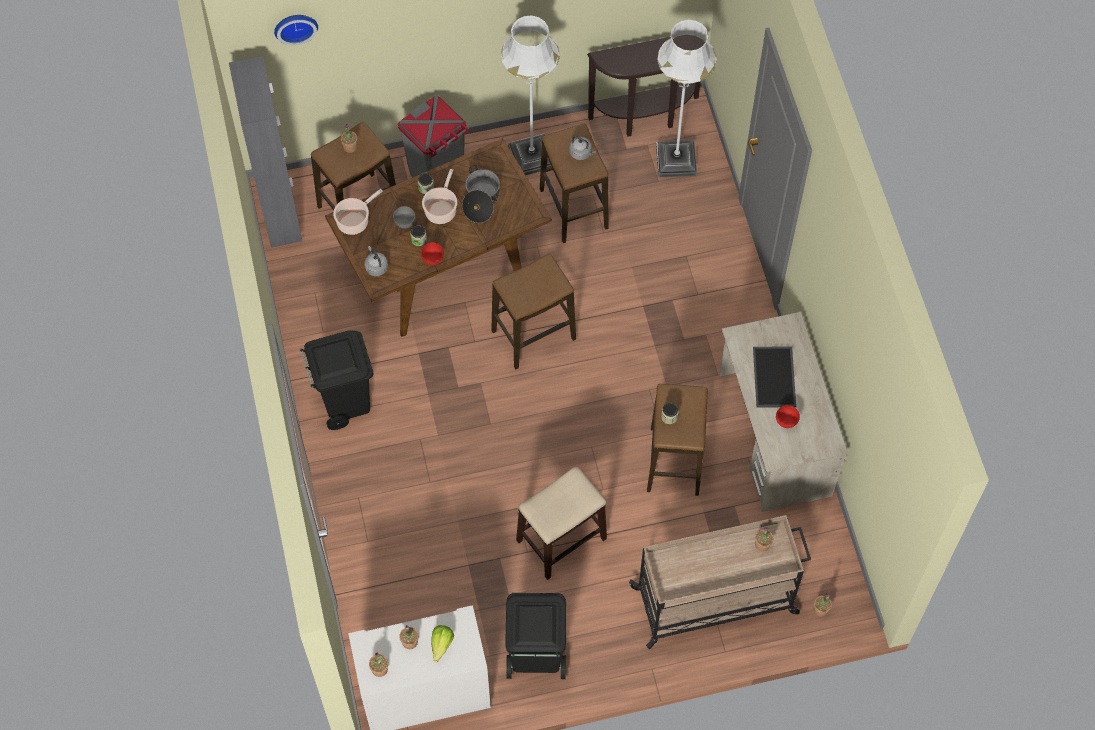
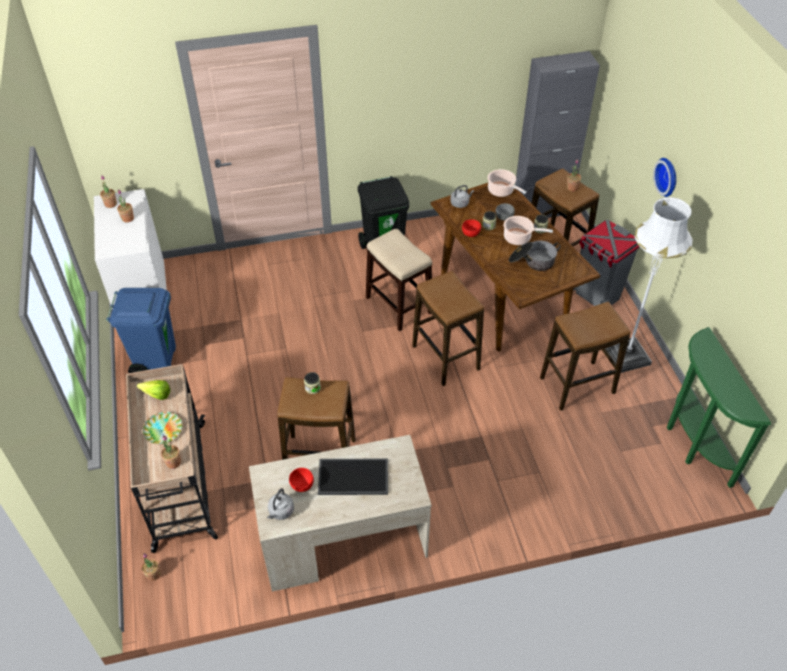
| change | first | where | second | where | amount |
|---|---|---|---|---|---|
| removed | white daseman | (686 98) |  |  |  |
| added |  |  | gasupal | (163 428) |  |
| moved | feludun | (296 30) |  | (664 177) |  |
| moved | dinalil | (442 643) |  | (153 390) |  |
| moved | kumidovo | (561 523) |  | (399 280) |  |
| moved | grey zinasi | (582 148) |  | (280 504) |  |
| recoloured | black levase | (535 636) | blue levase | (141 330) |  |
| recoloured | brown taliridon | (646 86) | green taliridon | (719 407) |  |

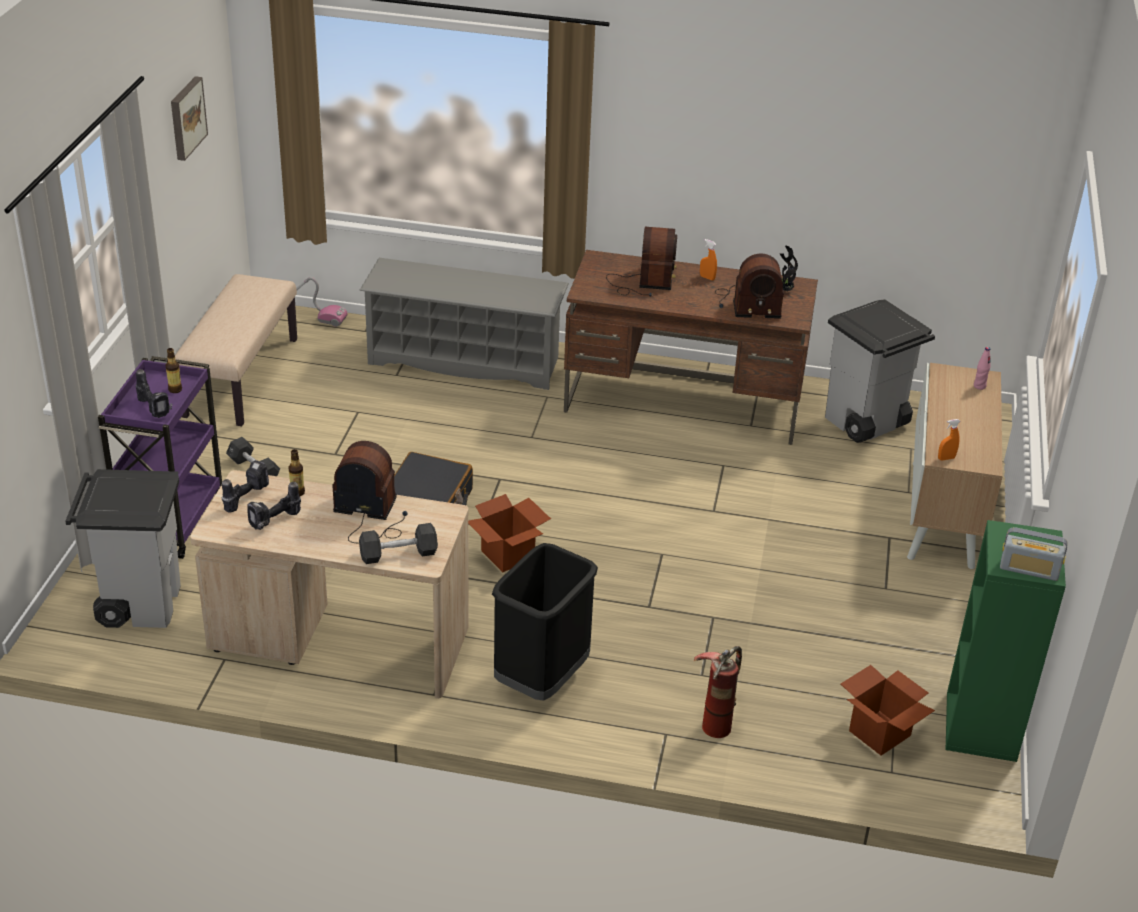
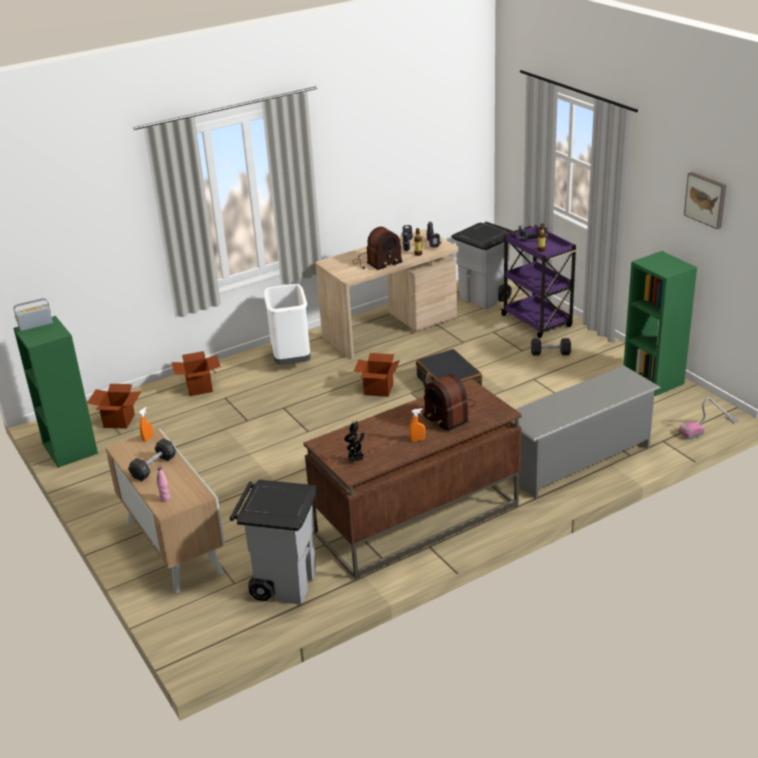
| change | first | where | second | where | amount |
|---|---|---|---|---|---|
| removed | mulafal | (749 286) |  |  |  |
| moved | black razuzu | (398 543) |  | (152 459) |  |
| replaced | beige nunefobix | (236 350) | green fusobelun | (660 323) |  |
| replaced | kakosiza | (717 692) | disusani | (196 373) |  |
| recoloured | black levase | (545 622) | white levase | (287 324) |  |

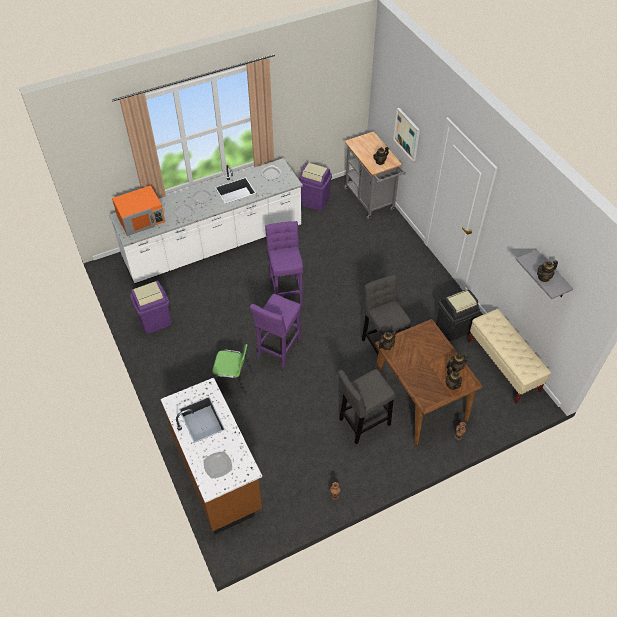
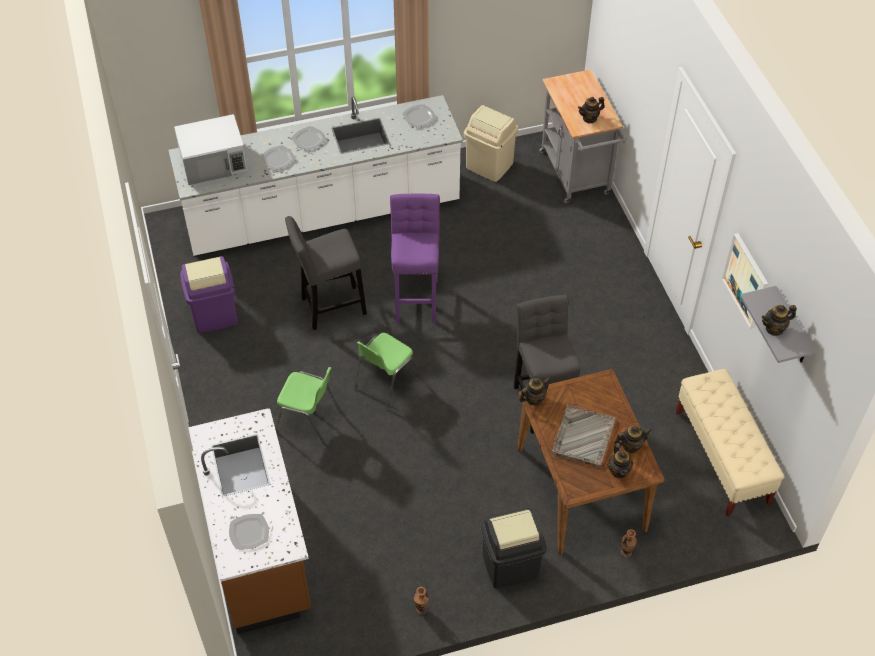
| change | first | where | second | where | amount |
|---|---|---|---|---|---|
| added |  |  | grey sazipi | (584 436) |  |
| moved | grey kumidovo | (366 406) |  | (326 273) |  |
| moved | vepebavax | (406 134) |  | (745 280) |  |
| moved | black levase | (458 315) |  | (514 548) |  |
| replaced | purple kumidovo | (276 330) | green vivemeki | (387 371) |  |
| recoloured | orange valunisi | (138 210) | white valunisi | (211 149) |  |
| recoloured | purple levase | (315 186) | beige levase | (491 143) |  |

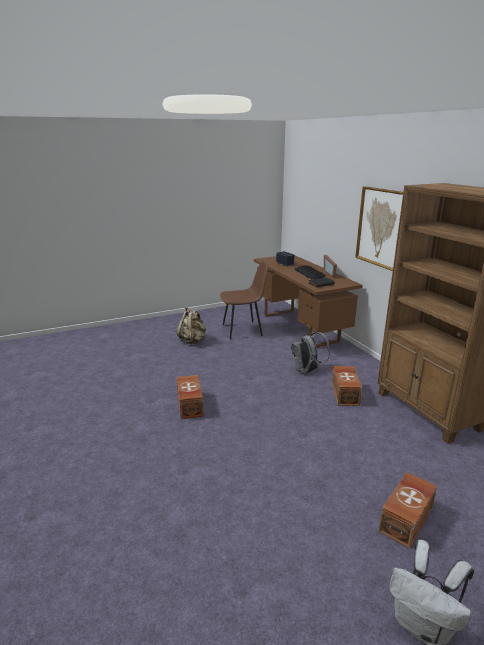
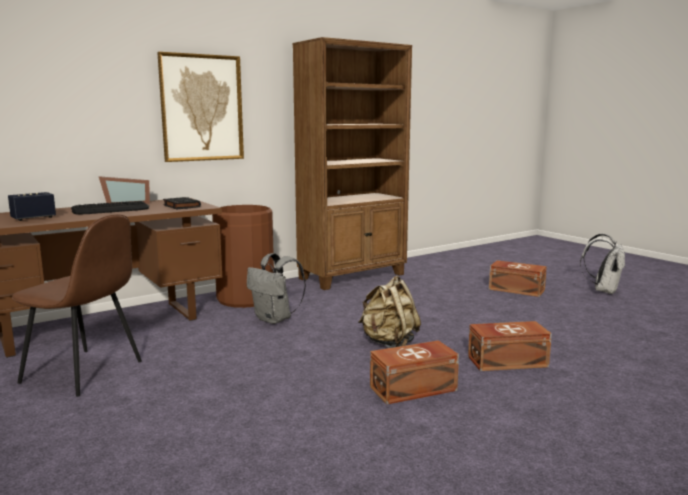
| change | first | where | second | where | amount |
|---|---|---|---|---|---|
| added |  |  | brown levase | (243 256) |  |
| moved | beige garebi | (191 325) |  | (389 312) |  |
| moved | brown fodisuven | (347 386) |  | (510 346) |  |
| turned | brown vivemeki | (244 299) |  | (77 305) | 135 degrees clockwise |

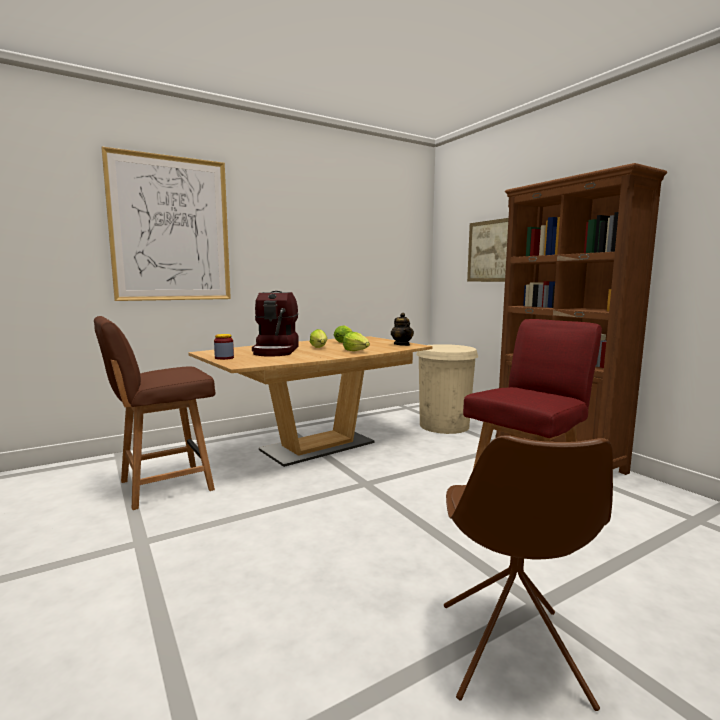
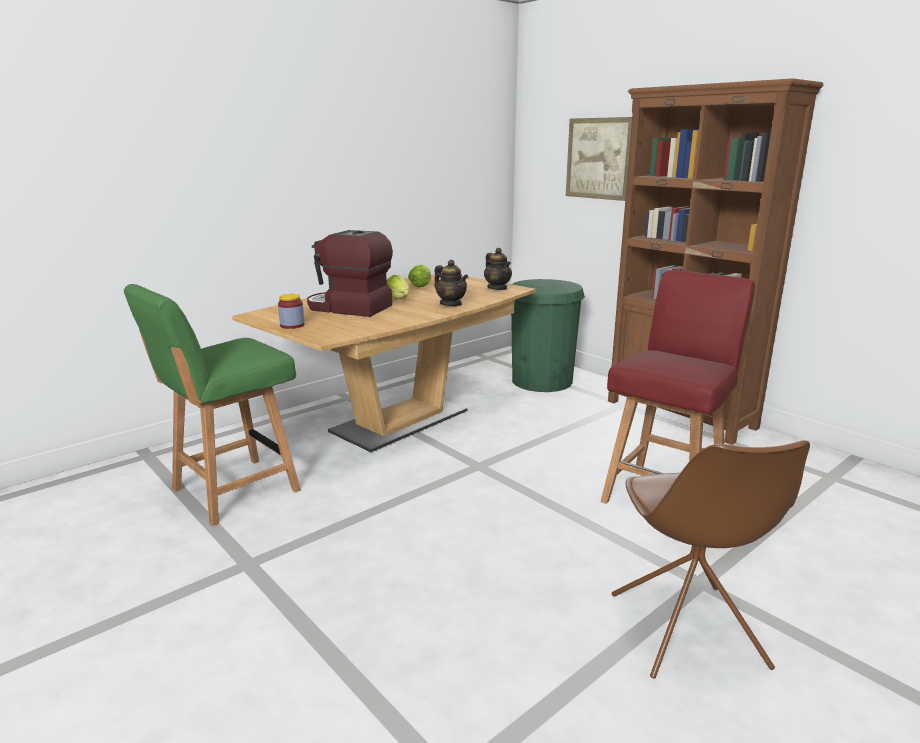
| change | first | where | second | where | amount |
|---|---|---|---|---|---|
| removed | vepebavax | (166 224) |  |  |  |
| replaced | dinalil | (356 341) | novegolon | (451 283) |  |
| recoloured | brown vivemeki | (154 413) | green vivemeki | (212 405) |  |
| recoloured | beige levase | (447 389) | green levase | (548 335) |  |
| turned | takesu | (275 324) |  | (350 273) | 120 degrees clockwise |

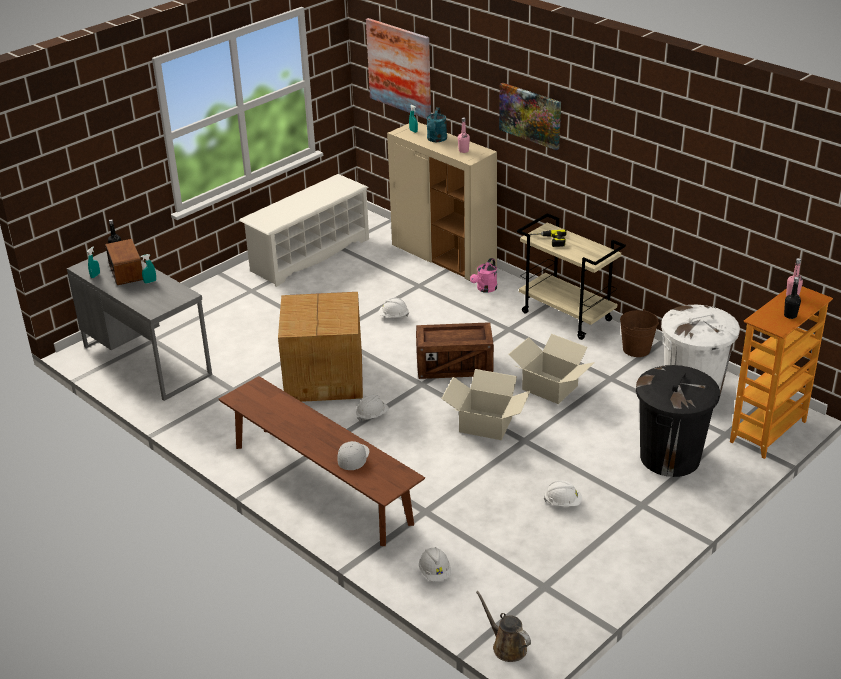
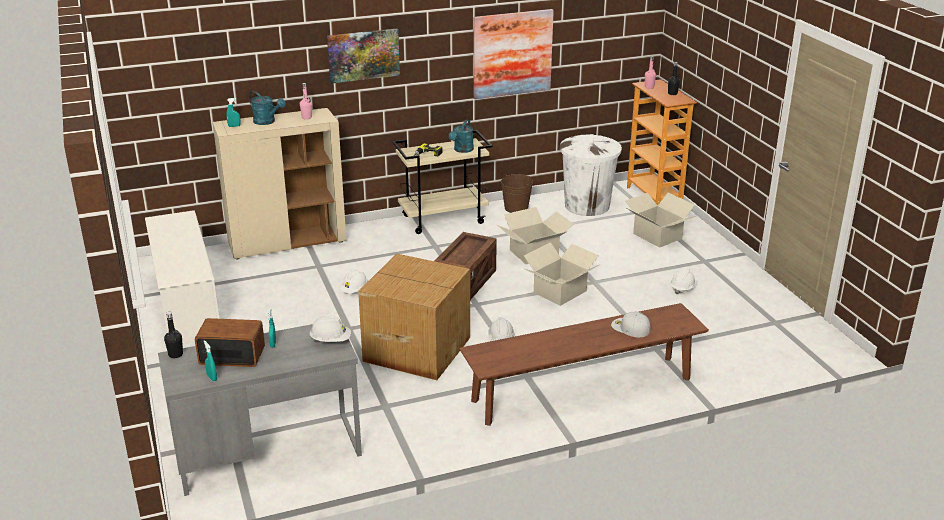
| change | first | where | second | where | amount |
|---|---|---|---|---|---|
| removed | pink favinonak | (483 275) |  |  |  |
| removed | brown favinonak | (503 626) |  |  |  |
| added |  |  | turquoise favinonak | (461 136) |  |
| moved | vepebavax | (398 68) |  | (514 54) |  |
| moved | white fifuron | (435 564) |  | (330 328) |  |
| replaced | black levase | (678 421) | disusani | (660 220) |  |

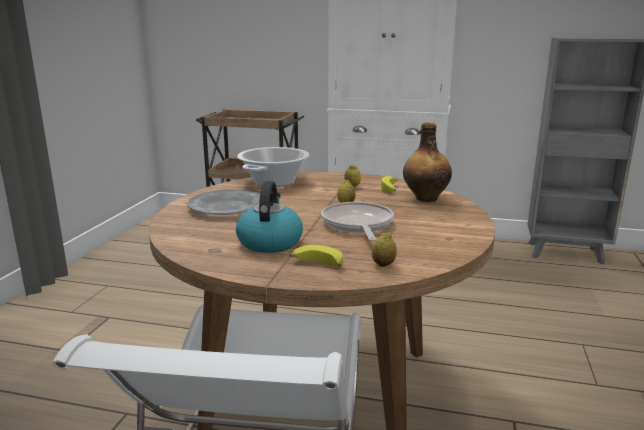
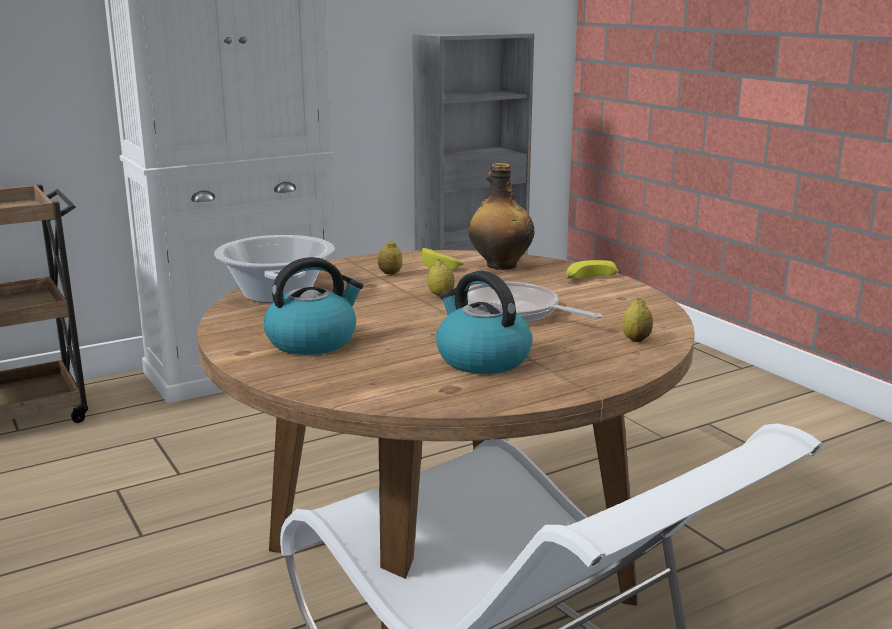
| change | first | where | second | where | amount |
|---|---|---|---|---|---|
| moved | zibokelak | (316 256) |  | (593 269) |  |
| replaced | grey gasupal | (223 202) | zinasi | (314 306) |  |

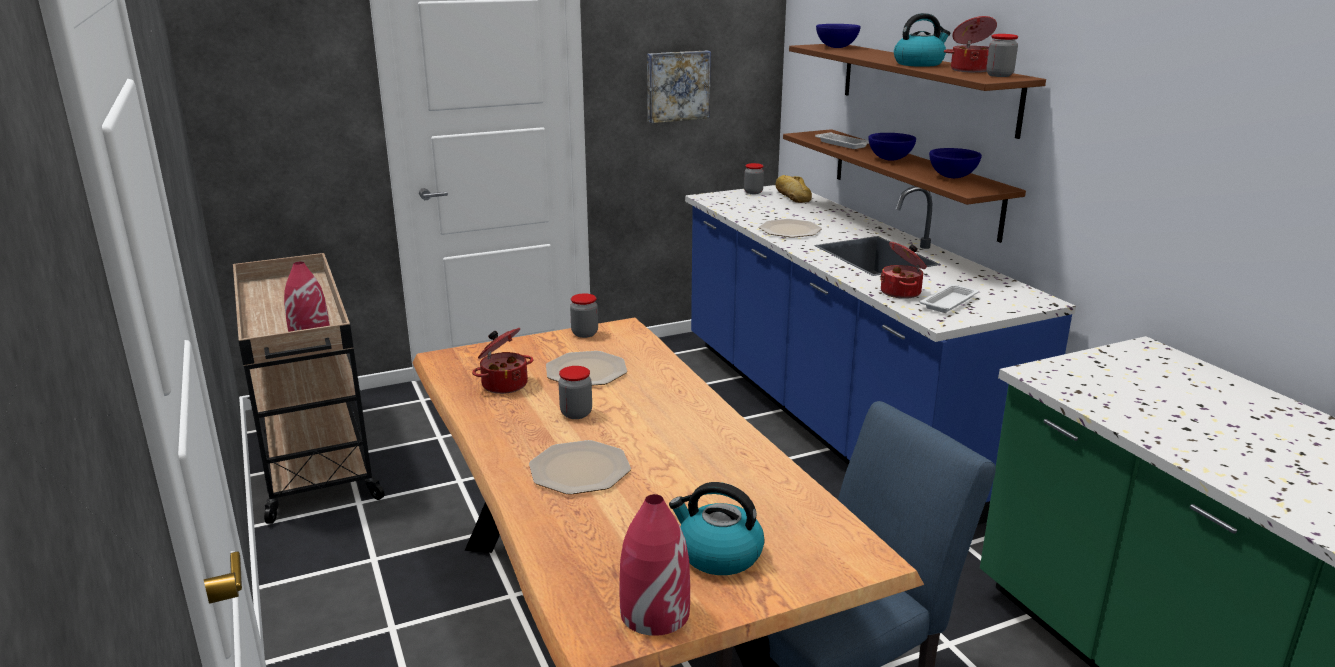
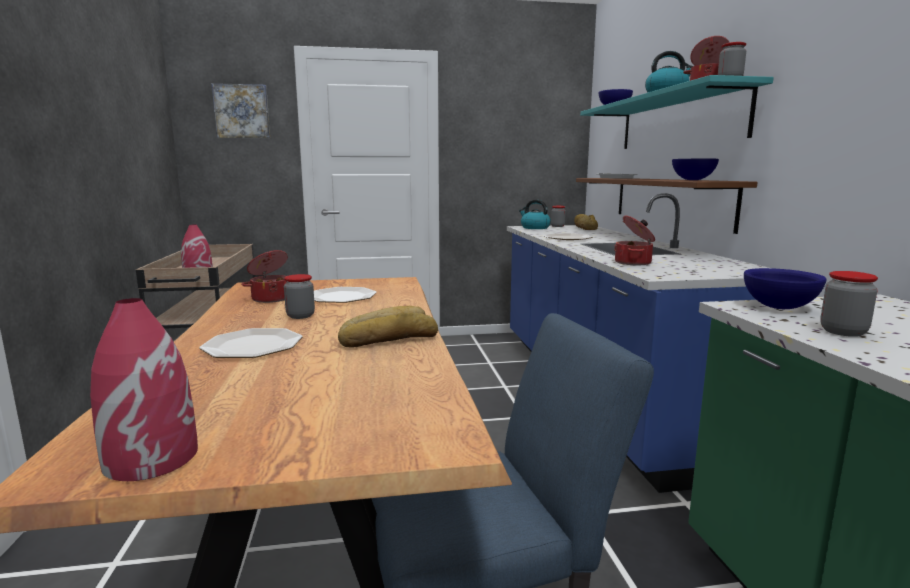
| change | first | where | second | where | amount |
|---|---|---|---|---|---|
| removed | white sazipi | (949 298) |  |  |  |
| added |  |  | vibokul | (388 327) |  |
| moved | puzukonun | (584 315) |  | (849 304) |  |
| moved | vepebavax | (679 86) |  | (241 110) |  |
| moved | zinasi | (717 528) |  | (535 214) |  |
| moved | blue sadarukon | (892 147) |  | (785 288) |  |
| recoloured | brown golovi | (917 91) | turquoise golovi | (677 112) |  |

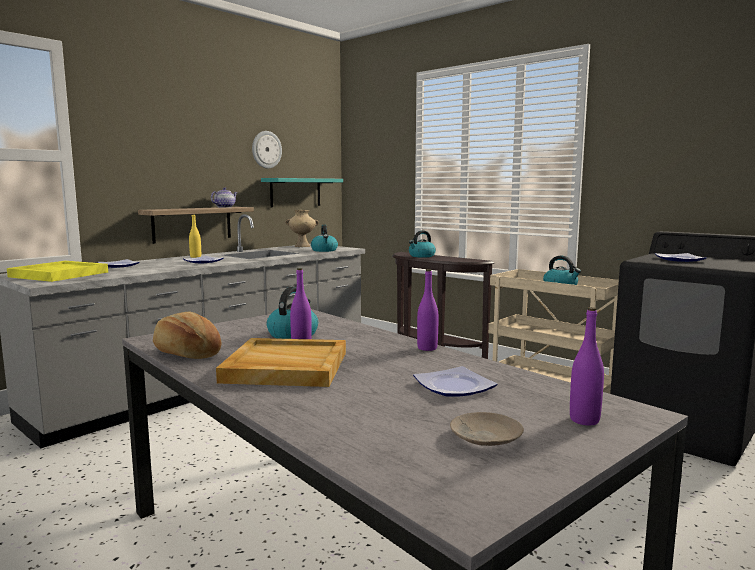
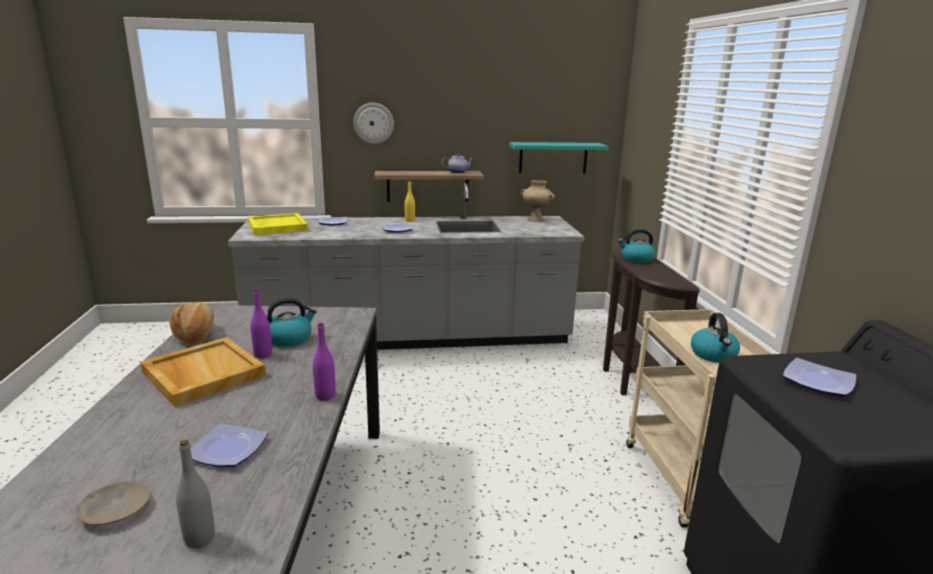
| change | first | where | second | where | amount |
|---|---|---|---|---|---|
| removed | zinasi | (324 238) |  |  |  |
| moved | feludun | (267 150) |  | (373 123) |  |
| recoloured | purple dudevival | (587 366) | grey dudevival | (195 494) |  |

